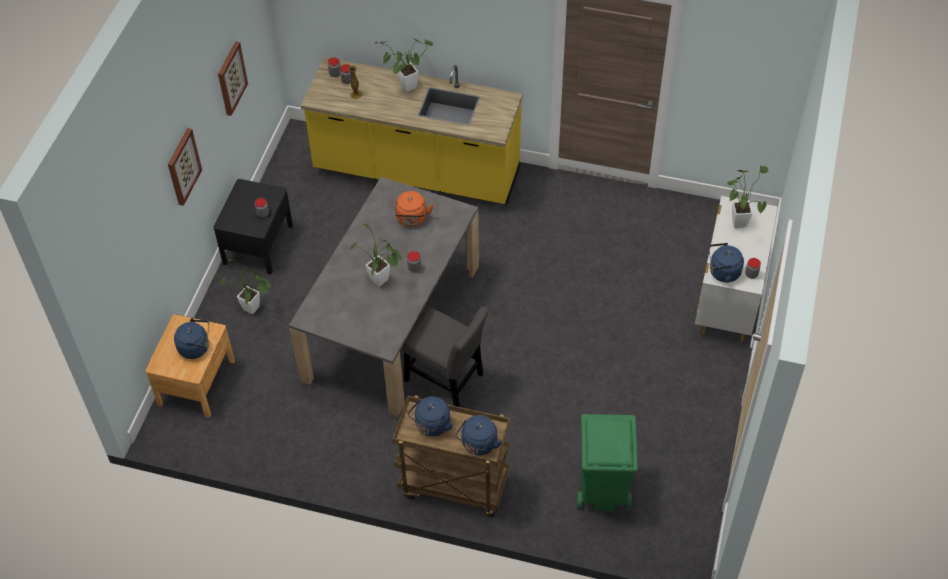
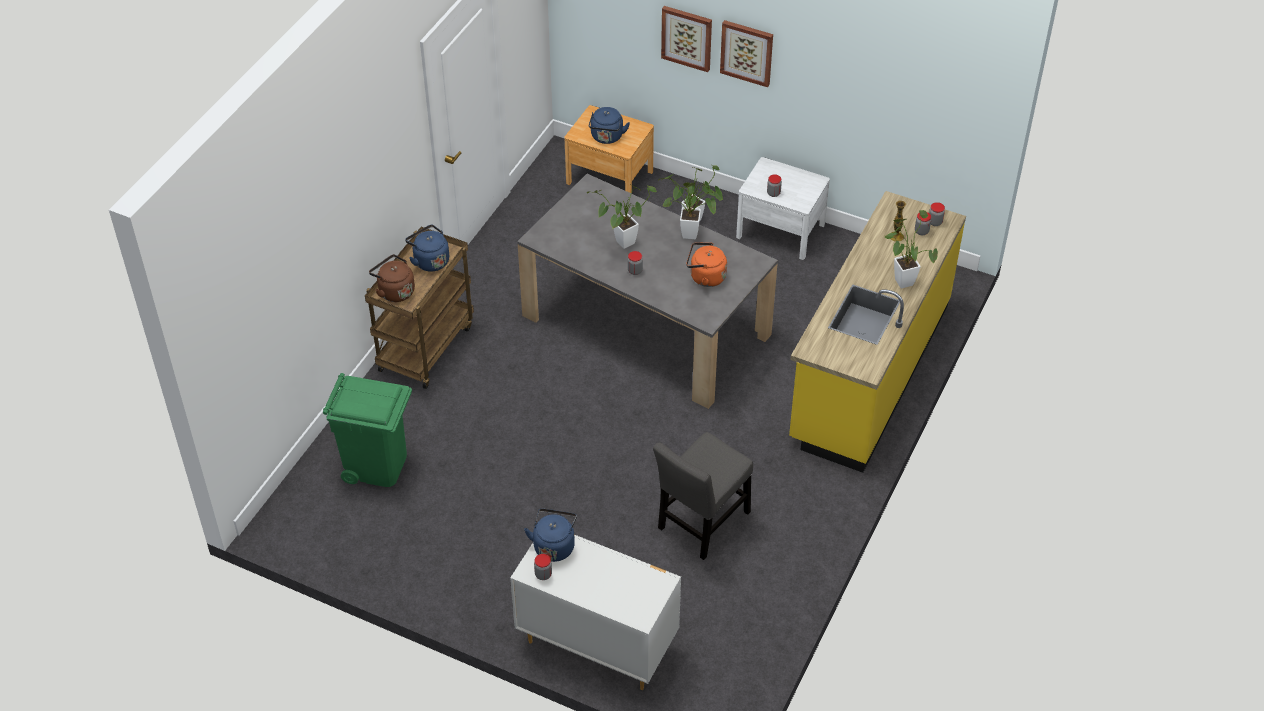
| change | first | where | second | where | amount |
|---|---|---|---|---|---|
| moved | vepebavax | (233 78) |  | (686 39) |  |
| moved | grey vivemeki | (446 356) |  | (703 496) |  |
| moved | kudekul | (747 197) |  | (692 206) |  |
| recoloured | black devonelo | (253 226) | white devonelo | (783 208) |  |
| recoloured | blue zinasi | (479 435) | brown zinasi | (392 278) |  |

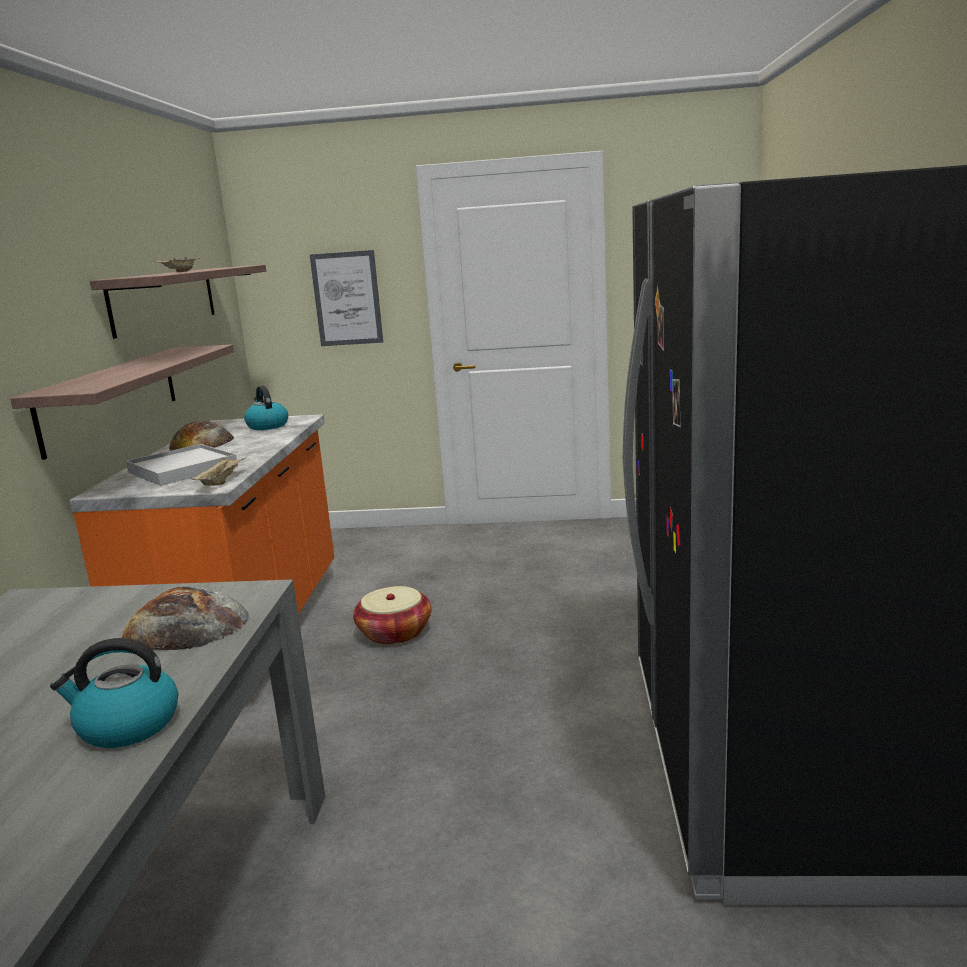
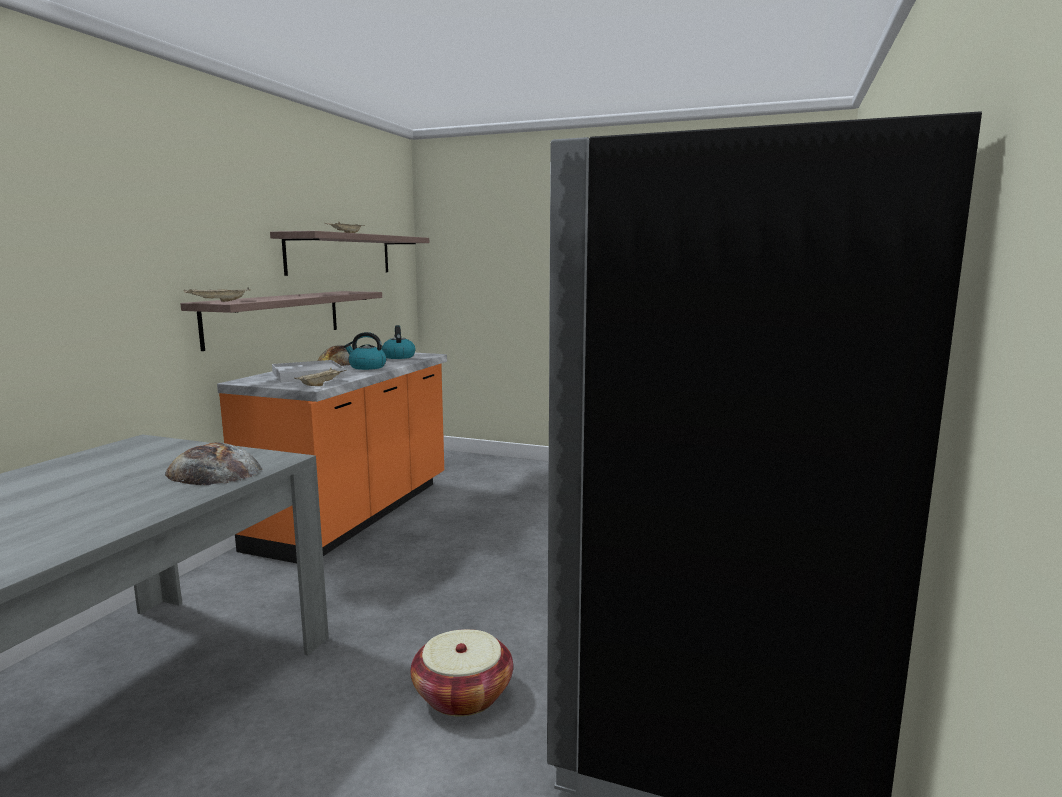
| change | first | where | second | where | amount |
|---|---|---|---|---|---|
| removed | vepebavax | (346 298) |  |  |  |
| added |  |  | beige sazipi | (216 294) |  |
| moved | zinasi | (114 693) |  | (365 351) |  |
| moved | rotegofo | (392 615) |  | (462 673) |  |

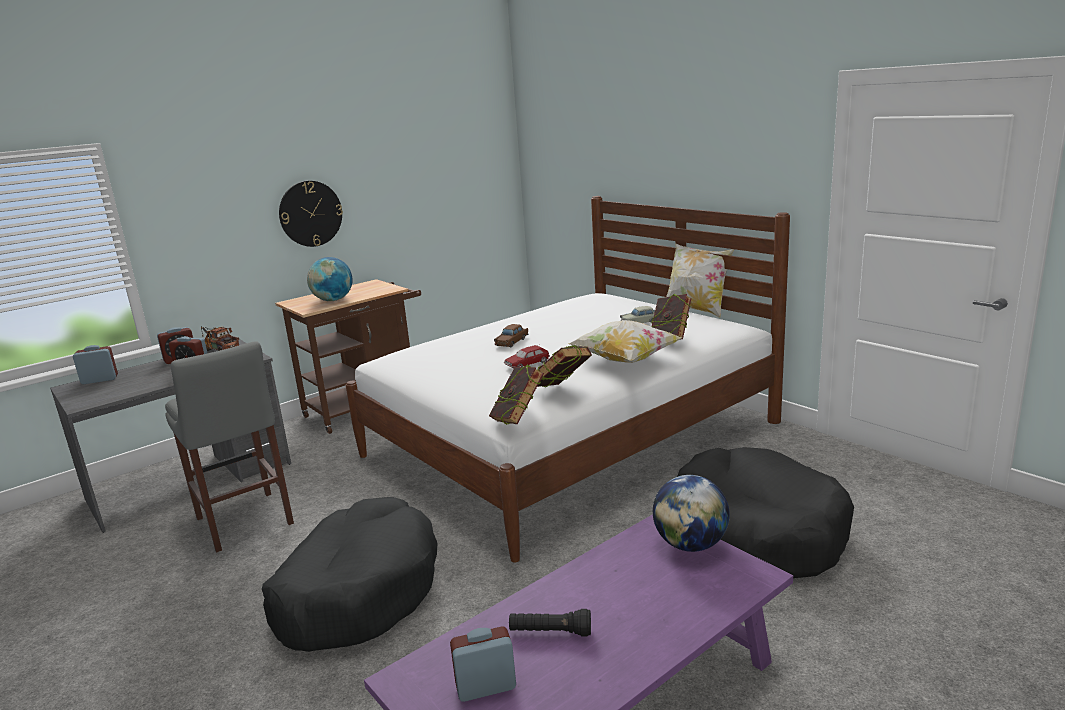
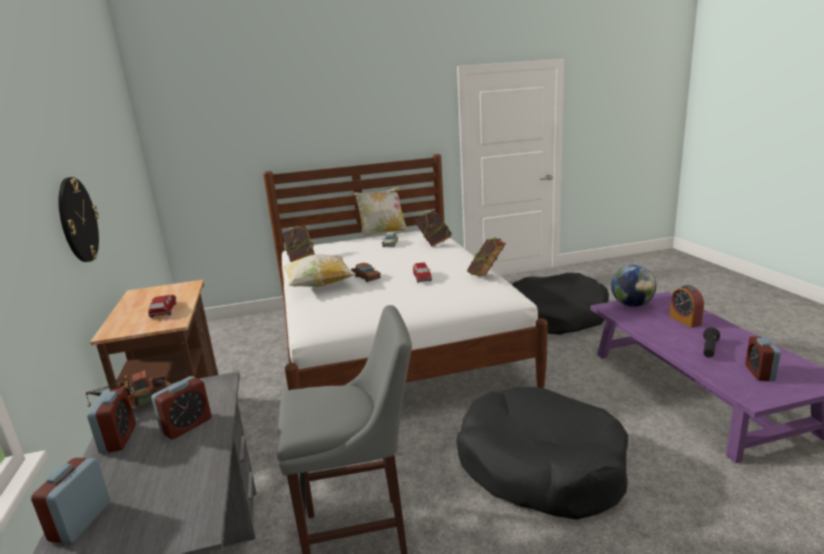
| change | first | where | second | where | amount |
|---|---|---|---|---|---|
| added |  |  | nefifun | (687 306) |  |
| moved | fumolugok | (516 395) |  | (299 243) |  |
| moved | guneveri | (625 341) |  | (319 270) |  |
| replaced | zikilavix | (329 279) | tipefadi | (162 306) |  |

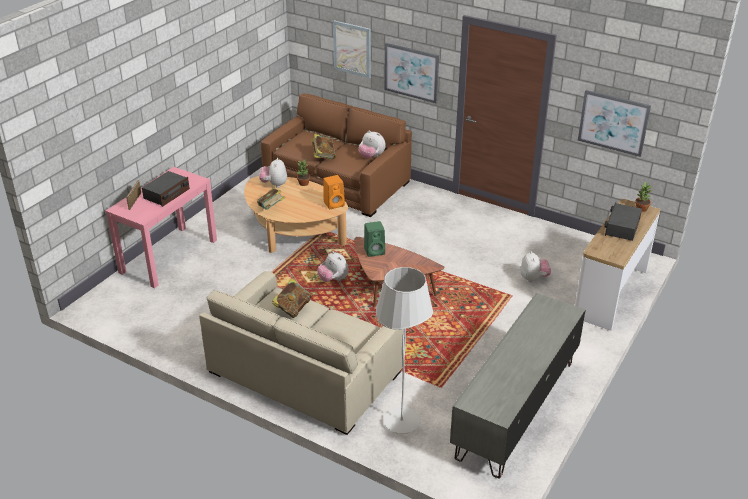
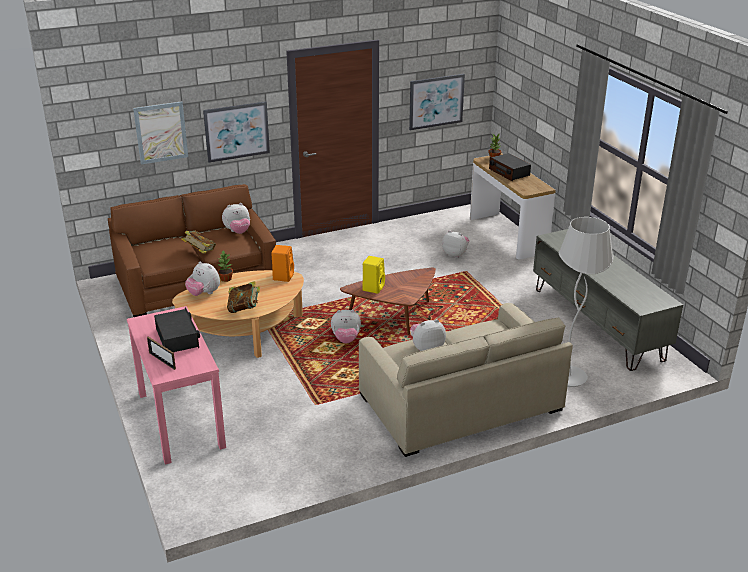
| change | first | where | second | where | amount |
|---|---|---|---|---|---|
| replaced | fumolugok | (292 298) | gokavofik | (428 335) |  |
| recoloured | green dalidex | (374 239) | yellow dalidex | (373 275) |  |

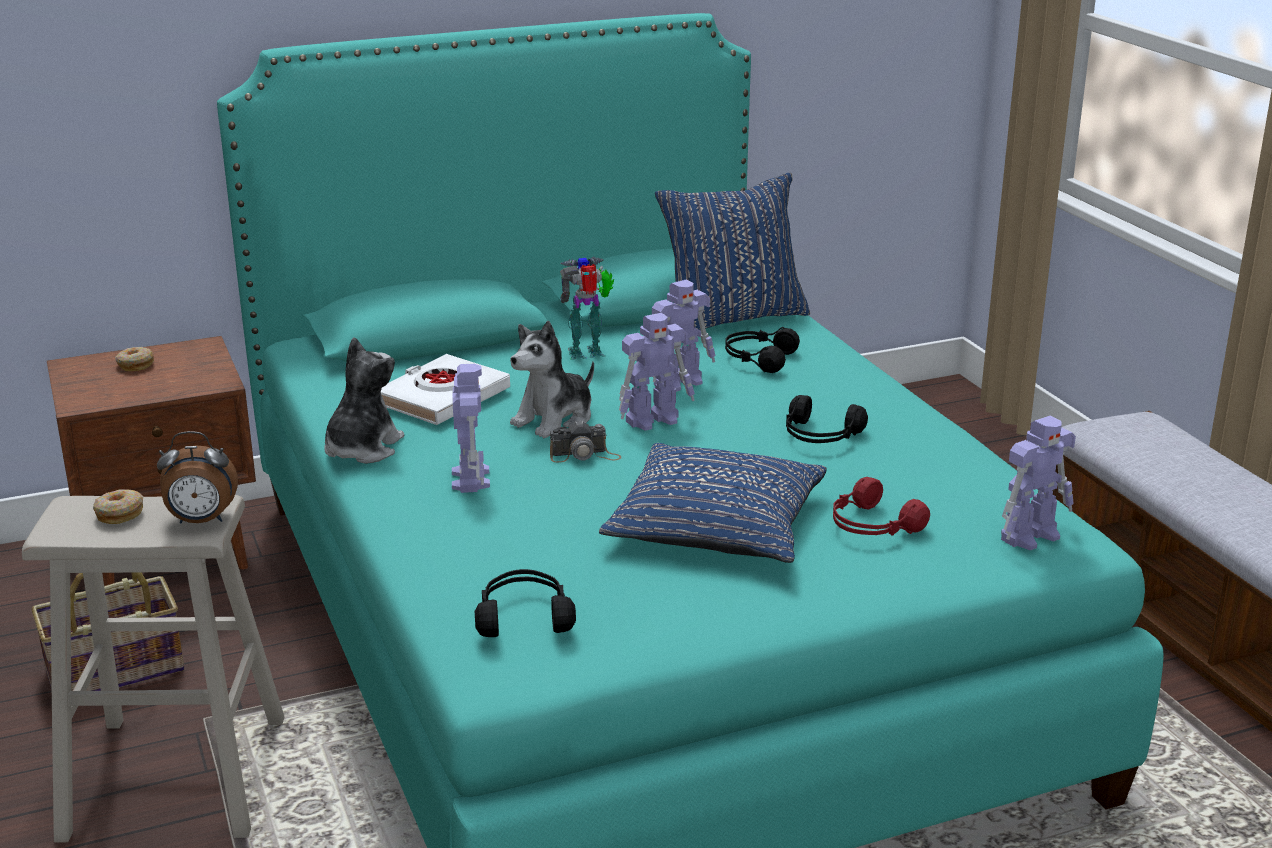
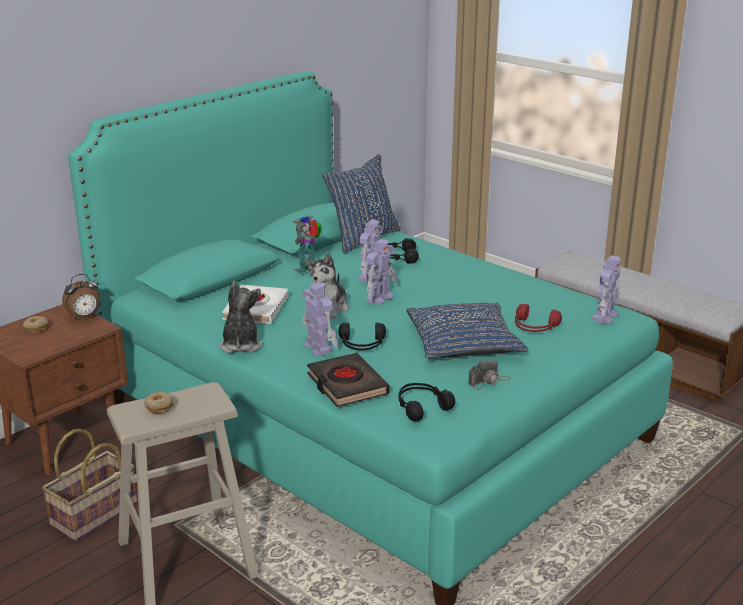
| change | first | where | second | where | amount |
|---|---|---|---|---|---|
| added |  |  | black fumolugok | (348 380) |  |
| moved | nefifun | (197 477) |  | (81 297) |  |
| moved | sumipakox | (585 441) |  | (489 374) |  |
| moved | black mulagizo | (827 419) |  | (362 337) |  |

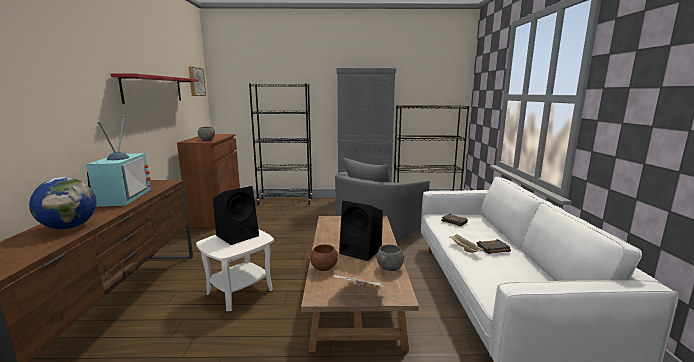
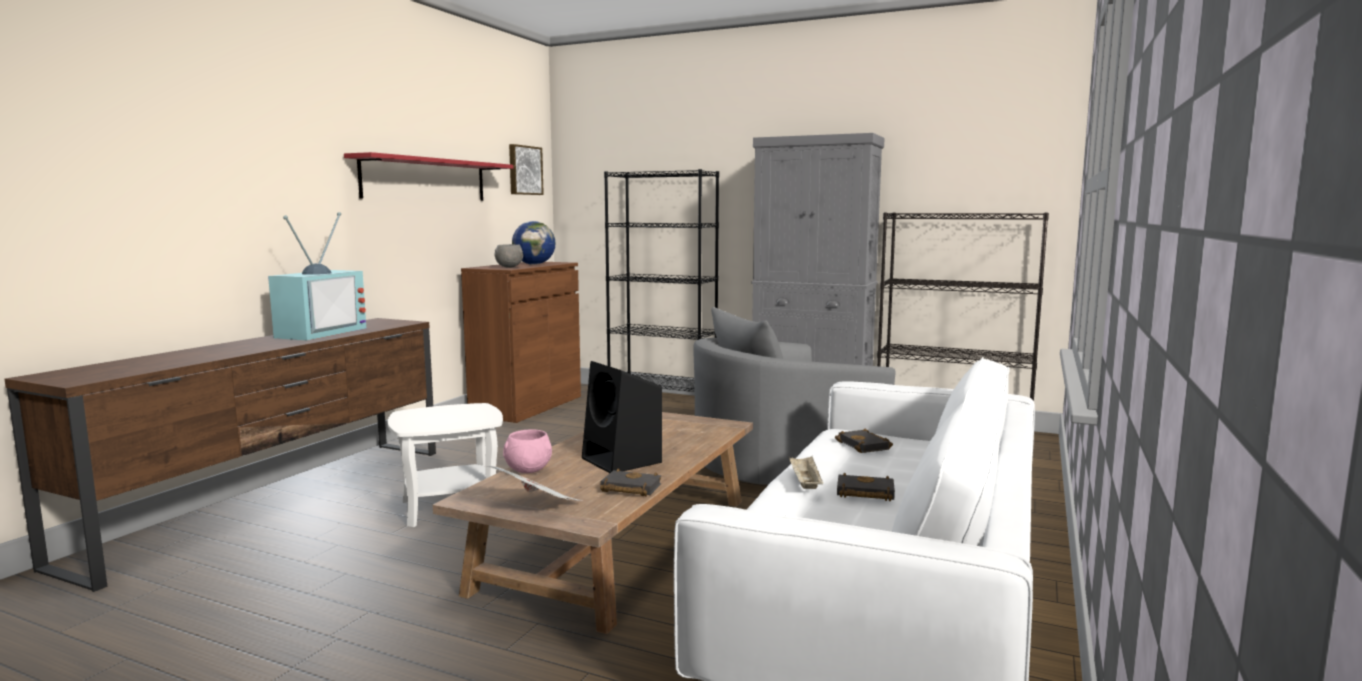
| change | first | where | second | where | amount |
|---|---|---|---|---|---|
| removed | black dalidex | (236 215) |  |  |  |
| moved | zikilavix | (63 203) |  | (534 243) |  |
| replaced | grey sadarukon | (391 257) | black fumolugok | (630 483) |  |
| recoloured | brown sadarukon | (324 257) | pink sadarukon | (527 451) |  |

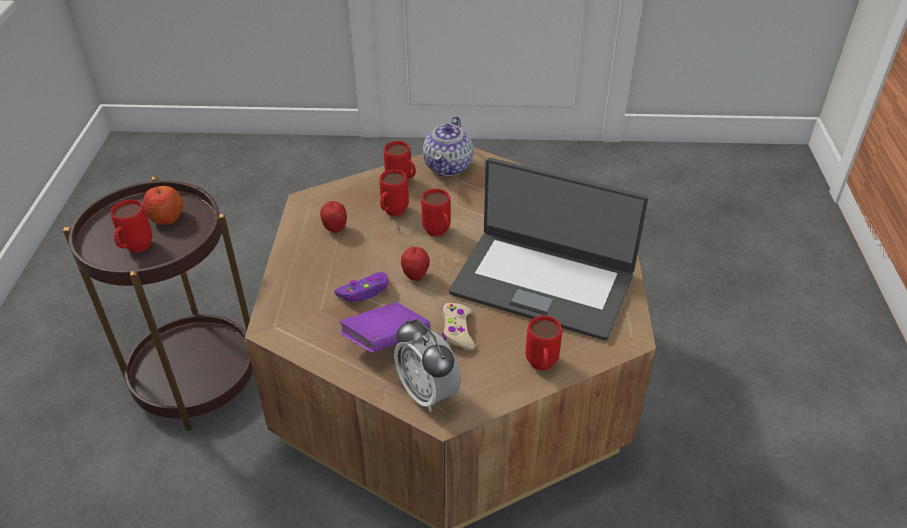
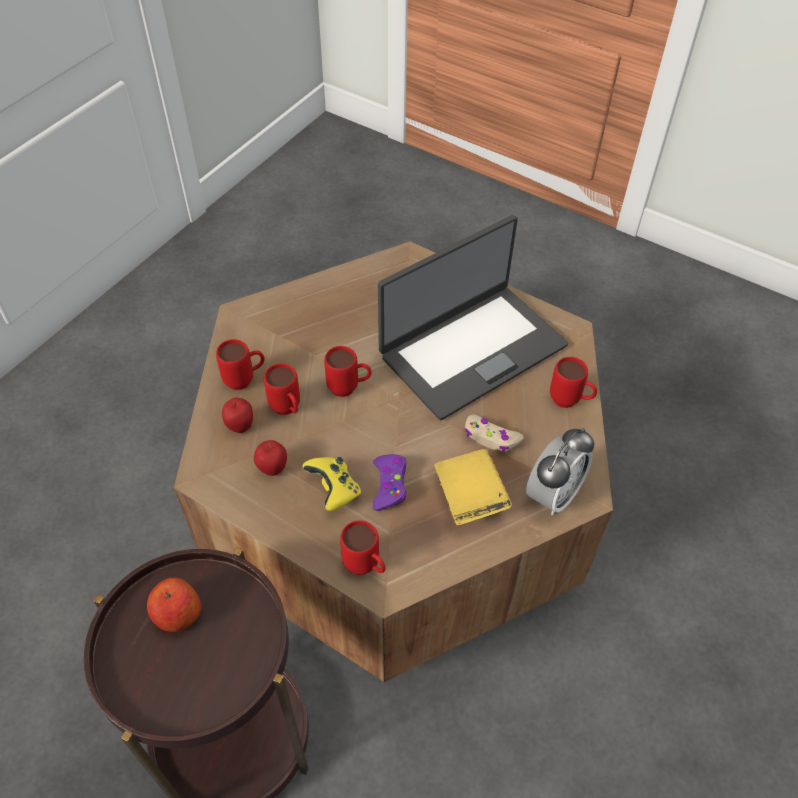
| change | first | where | second | where | amount |
|---|---|---|---|---|---|
| removed | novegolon | (448 146) |  |  |  |
| added |  |  | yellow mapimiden | (331 484) |  |
| moved | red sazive | (132 226) |  | (363 547) |  |
| moved | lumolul | (415 264) |  | (237 415) |  |
| recoloured | purple fumolugok | (385 327) | yellow fumolugok | (473 487) |  |
| turned | nefifun | (427 365) |  | (560 472) | 45 degrees counterclockwise |

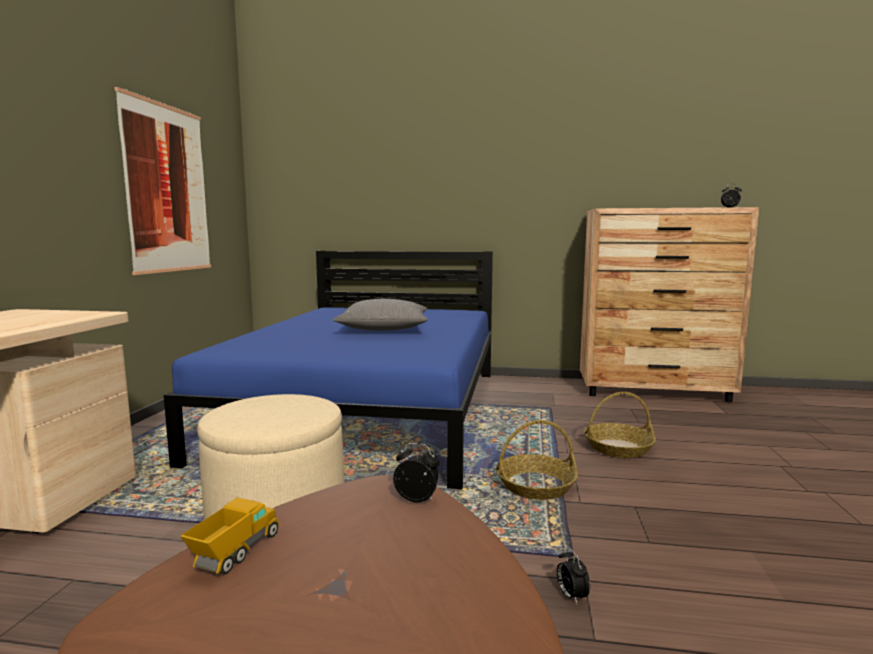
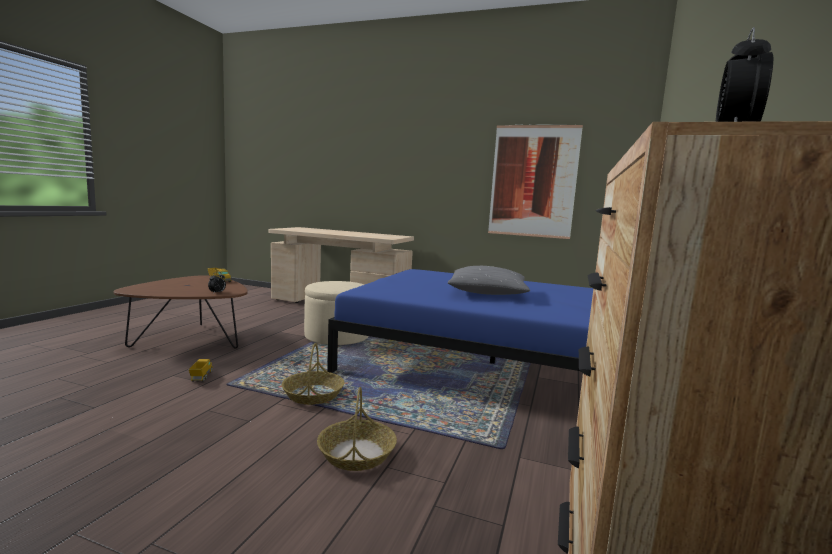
| change | first | where | second | where | amount |
|---|---|---|---|---|---|
| replaced | nefifun | (573 576) | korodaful | (201 370) |  |

